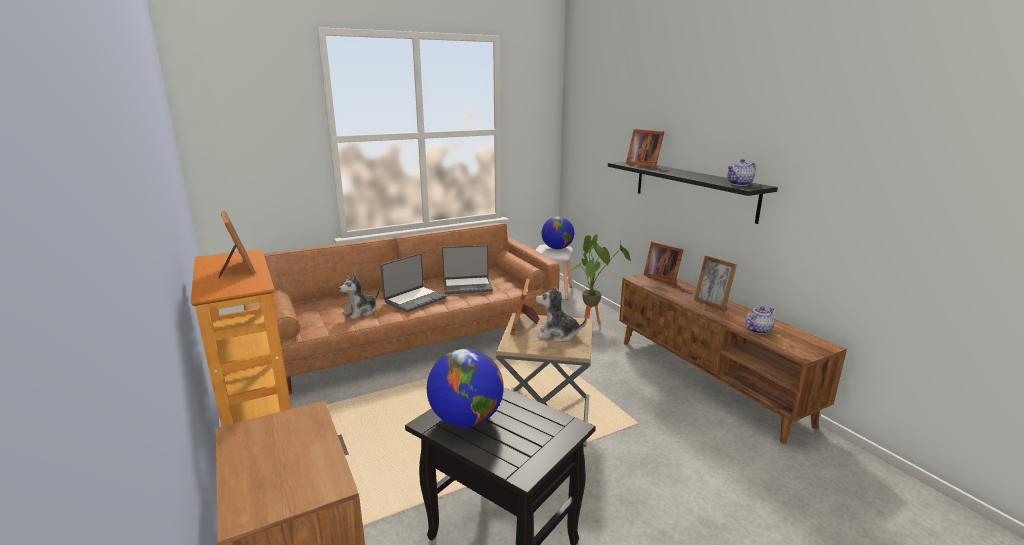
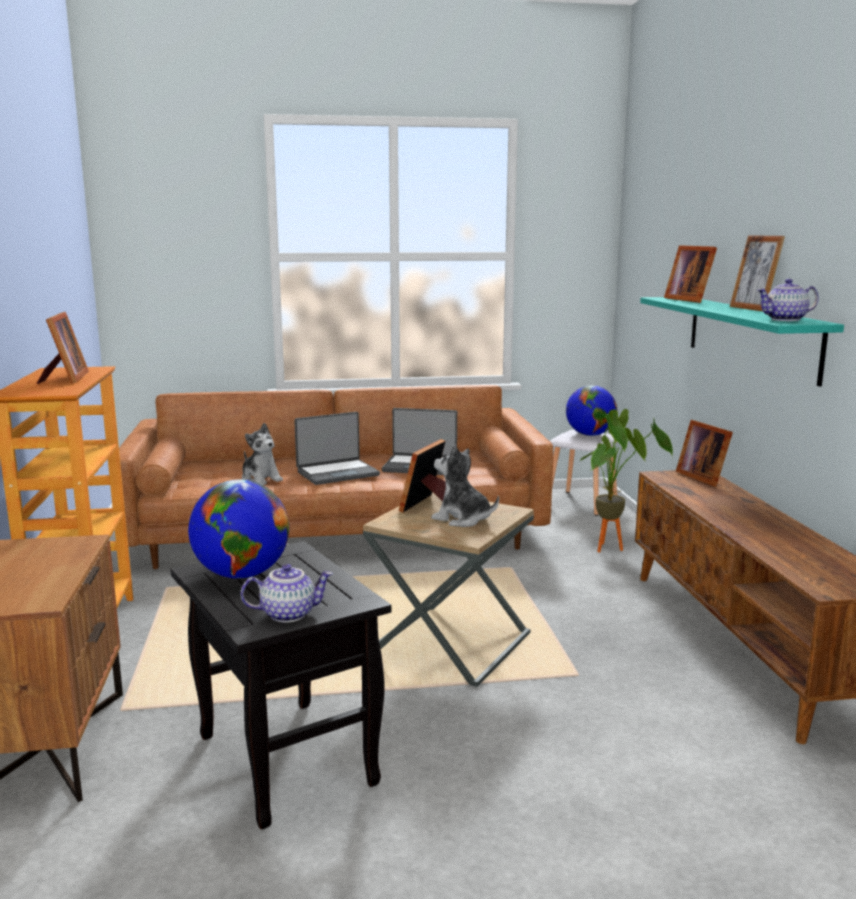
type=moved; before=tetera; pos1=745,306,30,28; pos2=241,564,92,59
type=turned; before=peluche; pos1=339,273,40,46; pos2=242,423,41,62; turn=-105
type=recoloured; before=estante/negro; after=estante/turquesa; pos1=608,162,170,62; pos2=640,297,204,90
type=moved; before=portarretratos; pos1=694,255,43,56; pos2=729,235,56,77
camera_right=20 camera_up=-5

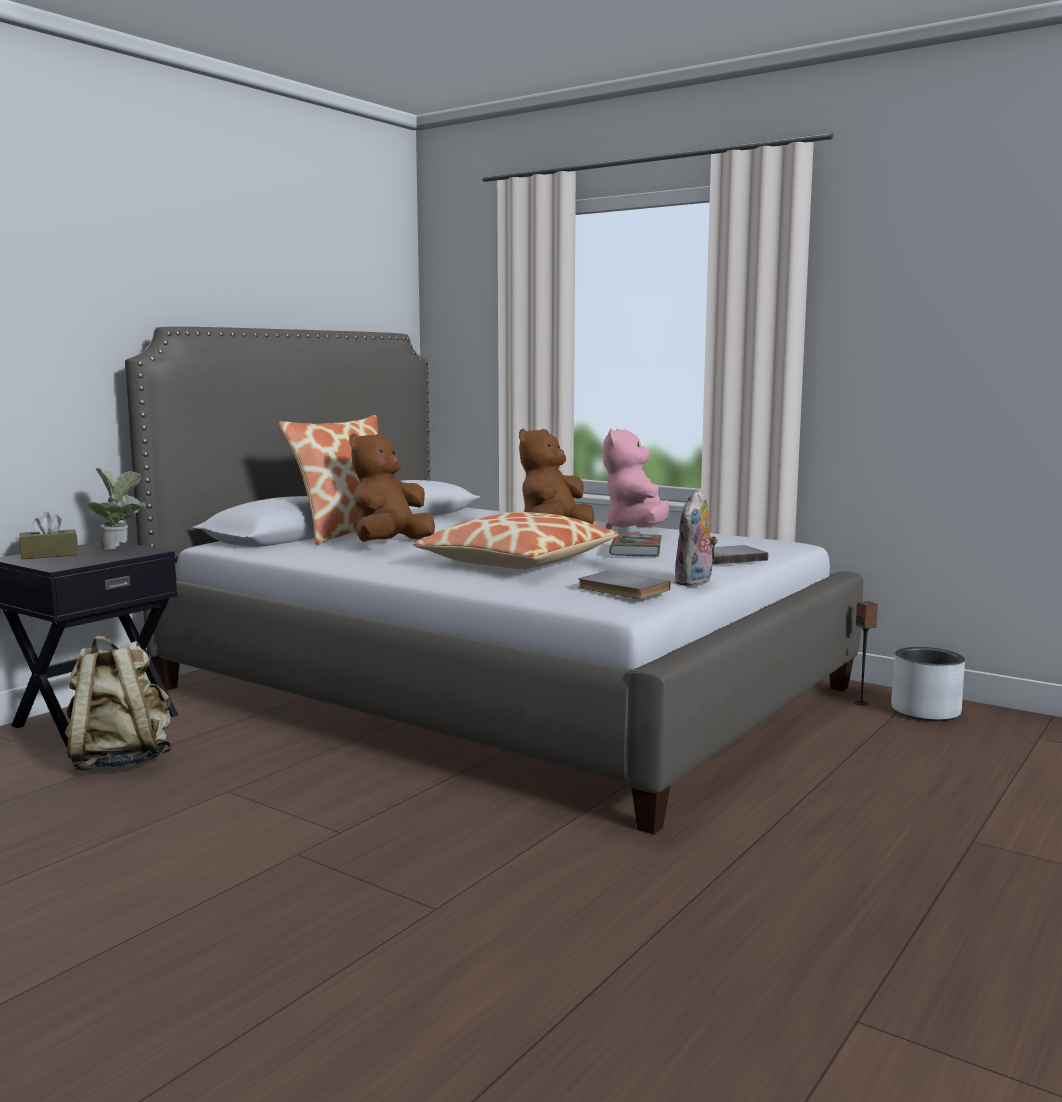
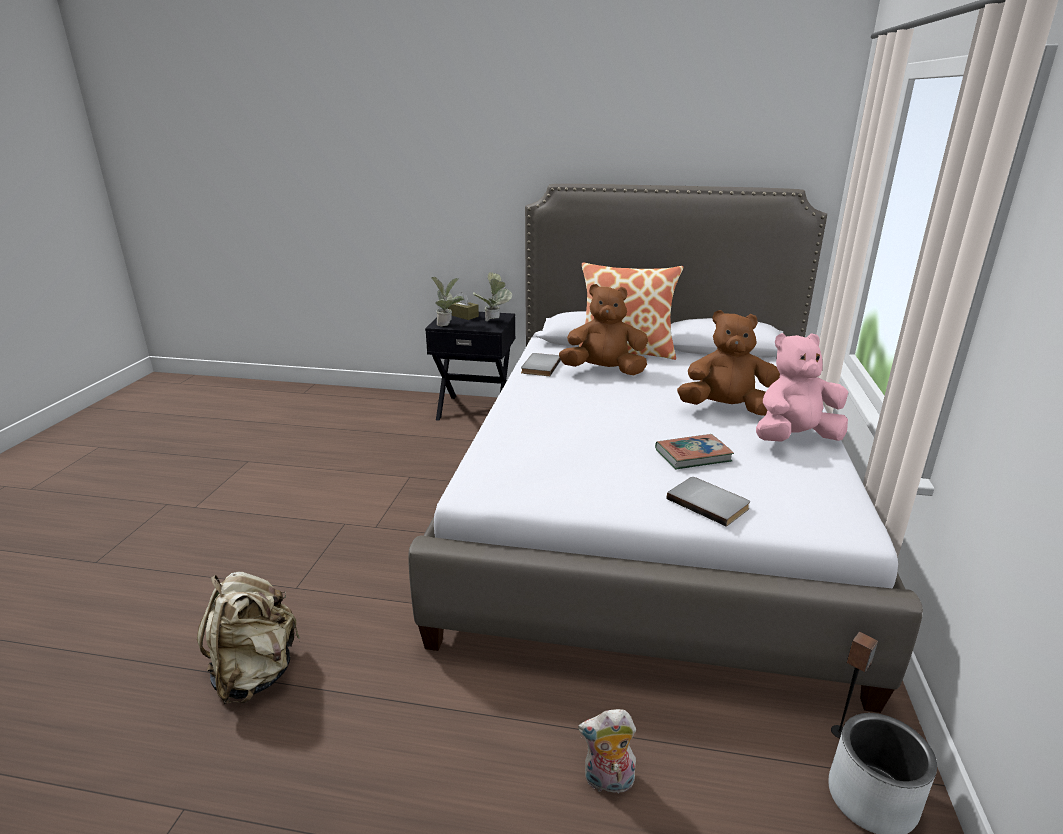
type=moved; before=mochila/beis; pos1=65,636,106,135; pos2=197,572,103,132
type=added; after=planta en maceta; pos2=432,277,32,49
type=moved; before=libro/gris; pos1=578,571,93,28; pos2=521,353,40,23
type=moved; before=peluche; pos1=674,489,44,97; pos2=578,709,58,85
type=removed; before=cojín; pos1=413,512,206,57
camera_right=65 camera_up=15

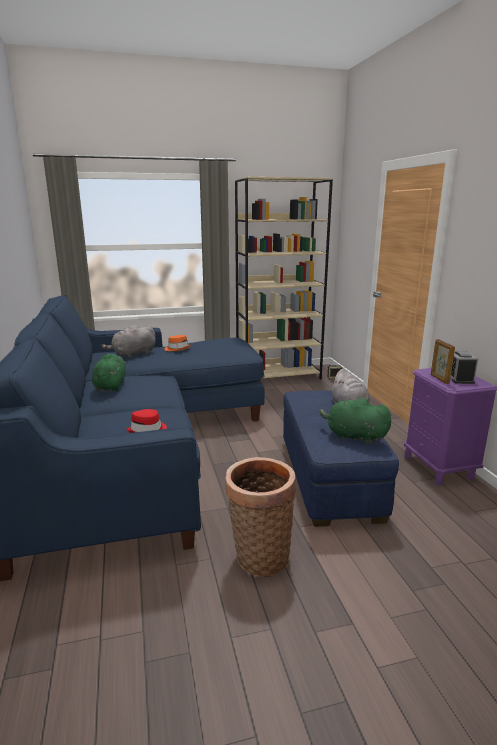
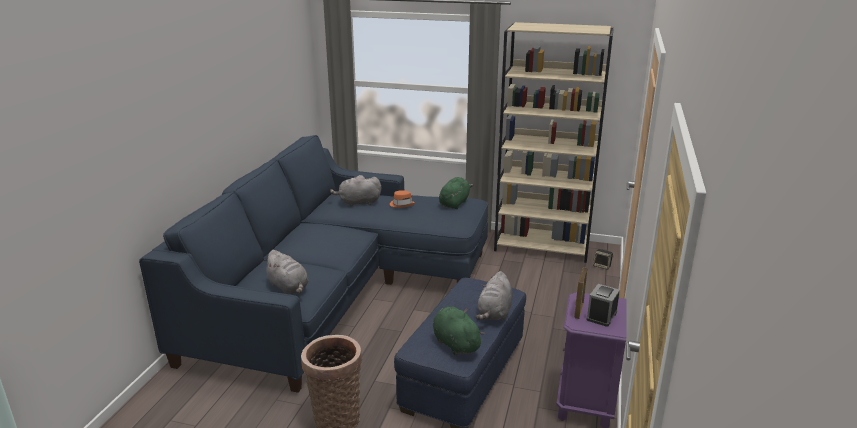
type=replaced; before=sombrero/rojo; after=peluche/gris; pos1=126,409,41,24; pos2=263,250,46,44
type=moved; before=peluche/verde; pos1=92,353,34,38; pos2=439,177,34,32
camera_right=30 camera_up=5

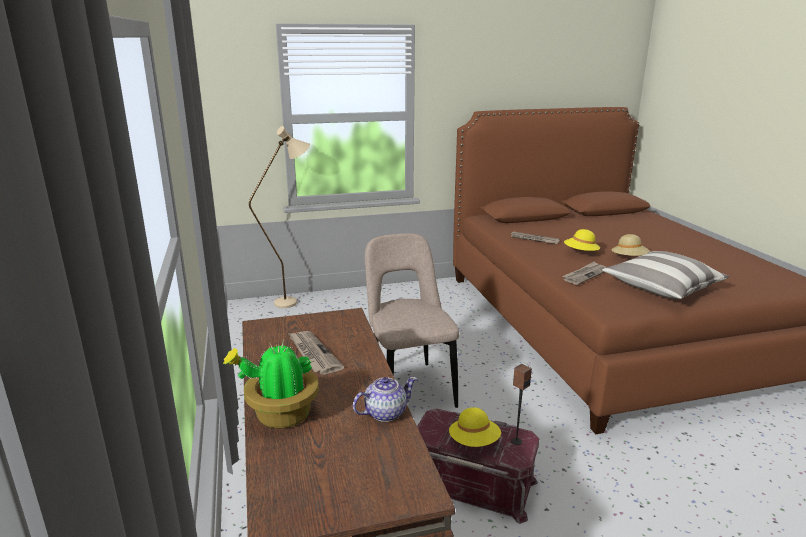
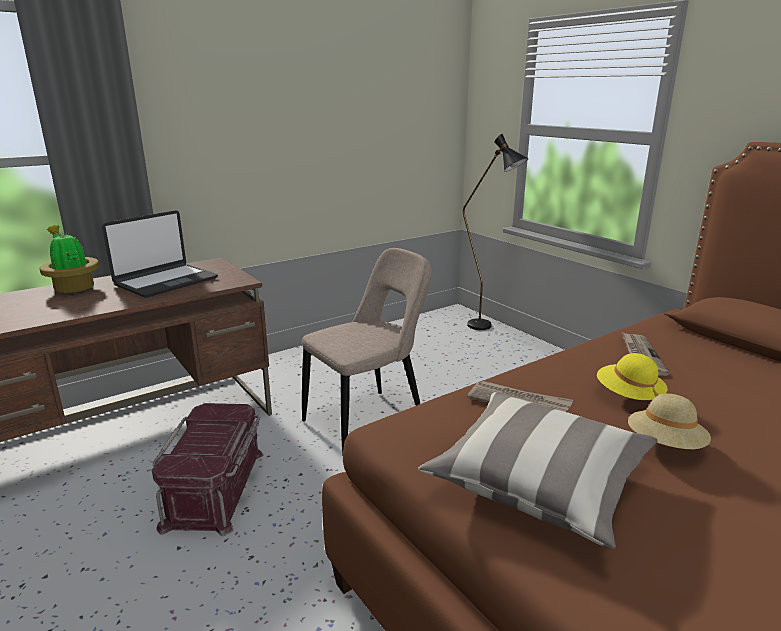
type=replaced; before=periódico; after=portátil; pos1=288,331,56,44; pos2=102,210,116,88
type=recoloured; before=lámpara de pie/beis; after=lámpara de pie/negro; pos1=249,126,61,182; pos2=463,134,66,196
type=removed; before=tetera; pos1=353,377,64,45
type=removed; before=sombrero/amarillo; pos1=449,407,52,40
type=removed; before=altavoz; pos1=511,364,21,81
camera_right=70 camera_up=0

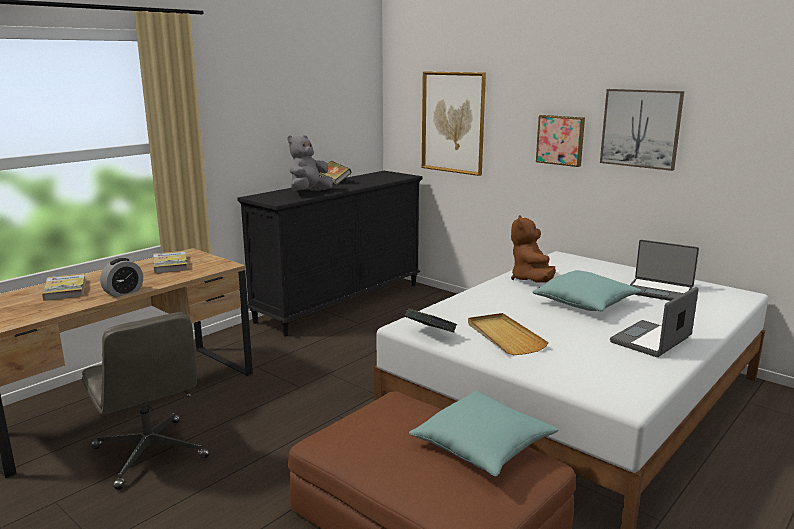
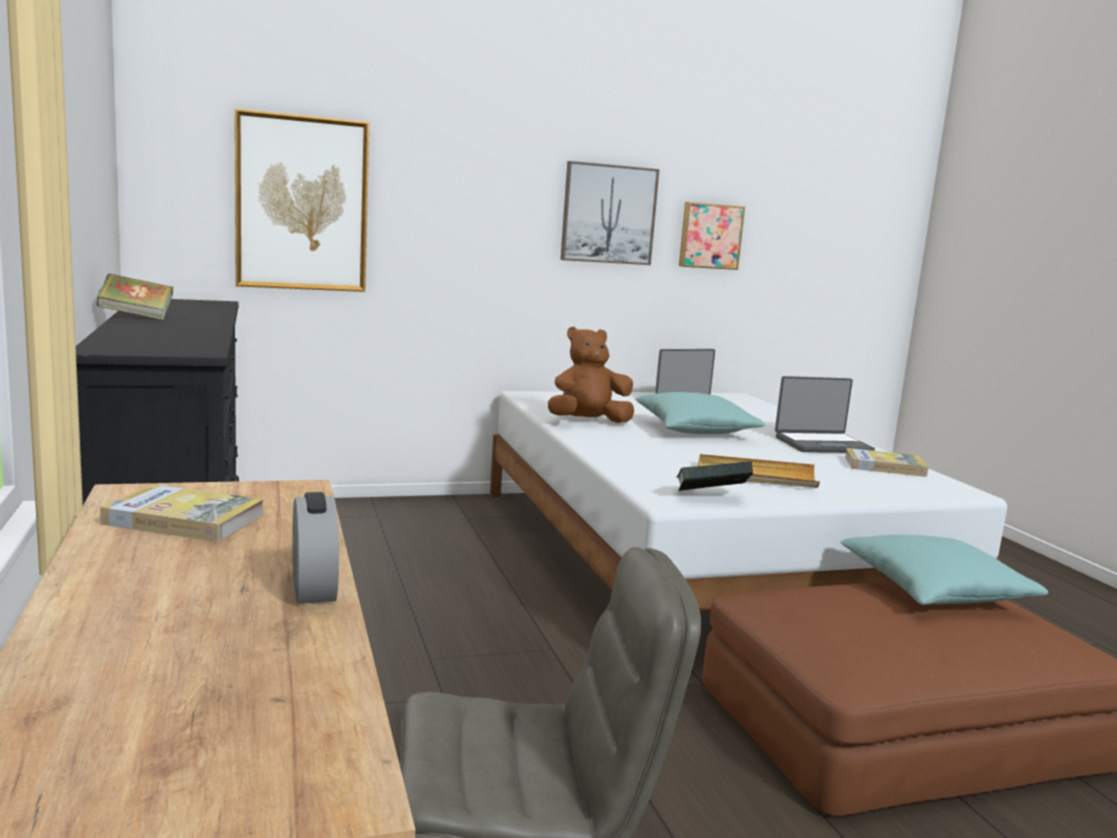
type=turned; before=peluche/marrón; pos1=511,215,45,68; pos2=548,327,86,96; turn=120
type=moved; before=cuadro; pos1=536,115,49,52; pos2=679,202,66,68
type=turned; before=portátil; pos1=610,287,89,70; pos2=775,376,100,77; turn=-90
type=moved; before=libro; pos1=42,273,44,28; pos2=845,448,84,29
type=removed; before=peluche/gris; pos1=288,135,45,56
camera_right=-60 camera_up=-5

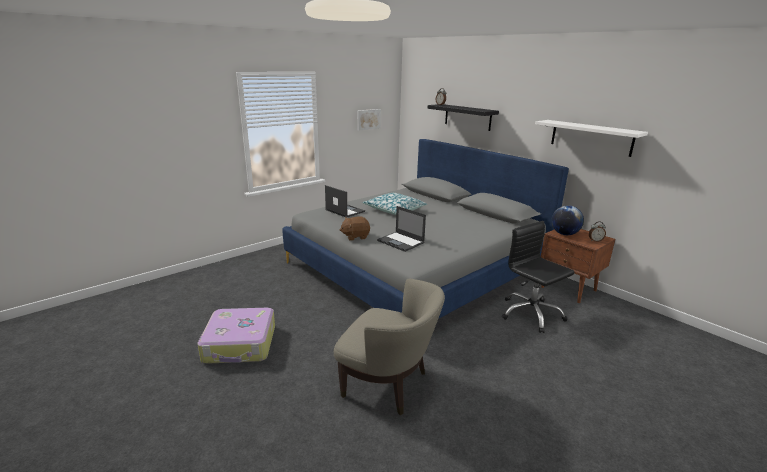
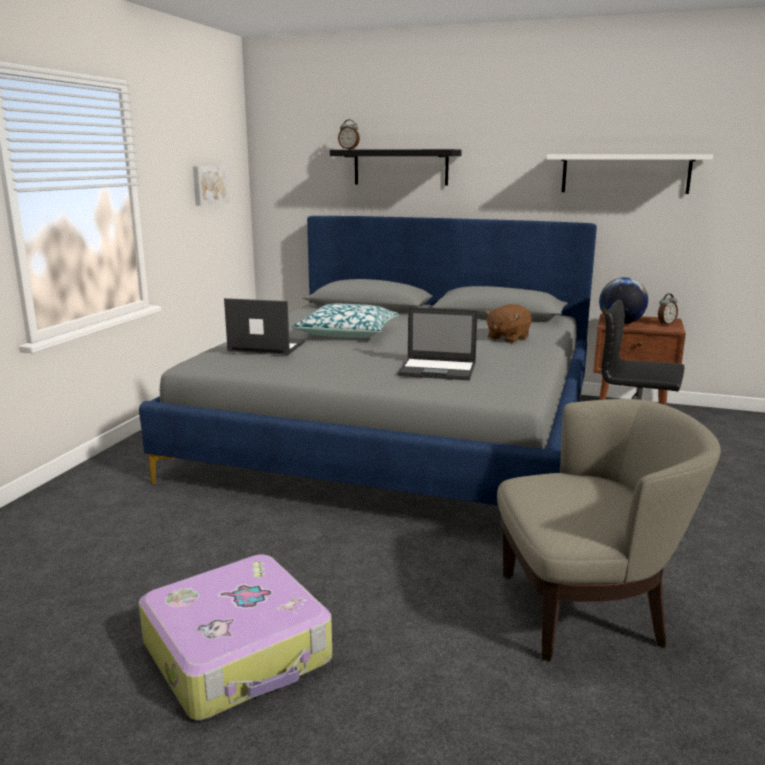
type=moved; before=peluche/marrón; pos1=340,217,30,24; pos2=486,304,46,39
camera_right=-30 camera_up=-5

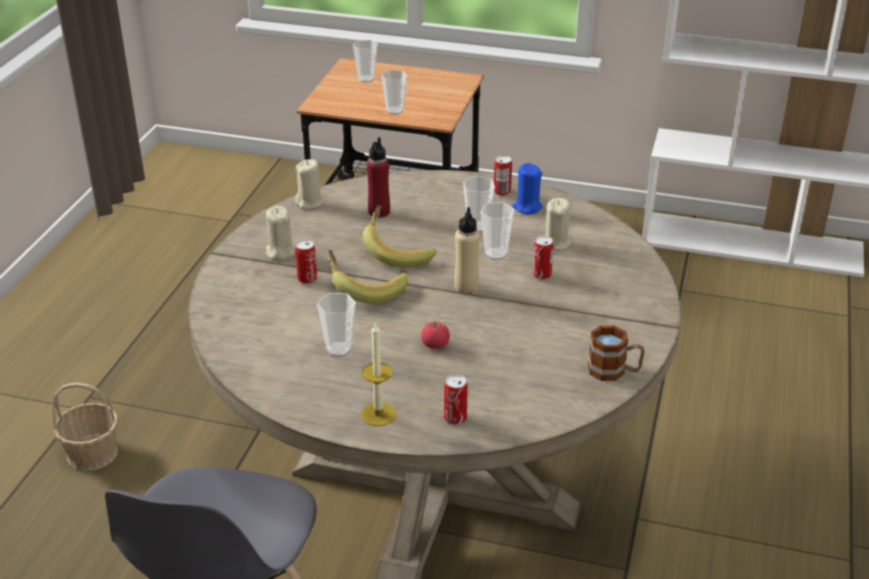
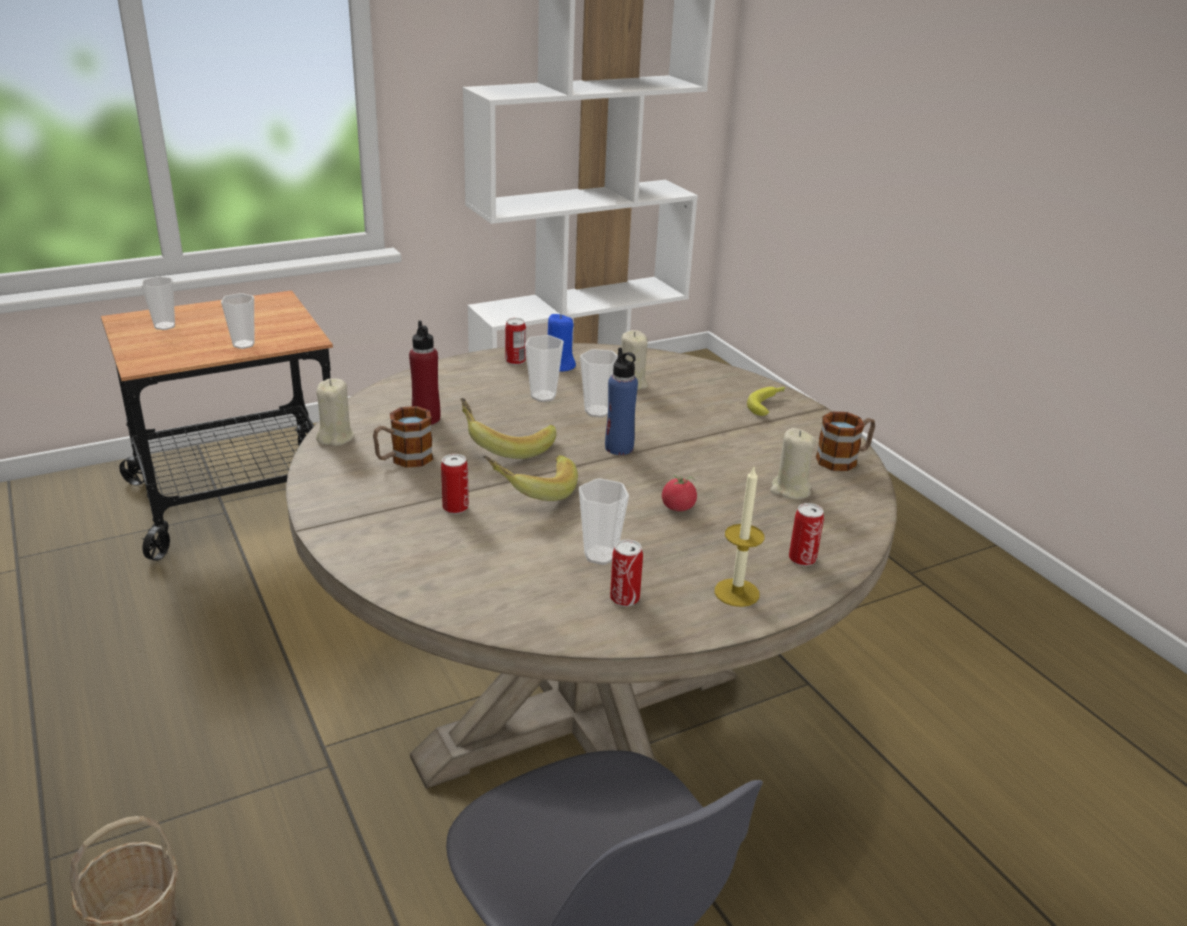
type=added; after=taza grande; pos2=373,406,60,62
type=recoloured; before=botella/beis; after=botella/azul; pos1=454,207,26,87; pos2=605,347,33,108
type=moved; before=lata; pos1=533,236,21,44; pos2=610,539,33,68
type=added; after=plátano; pos2=747,387,38,29
type=moved; before=vela/beis; pos1=266,206,29,54; pos2=770,428,46,71
camera_right=-45 camera_up=-5

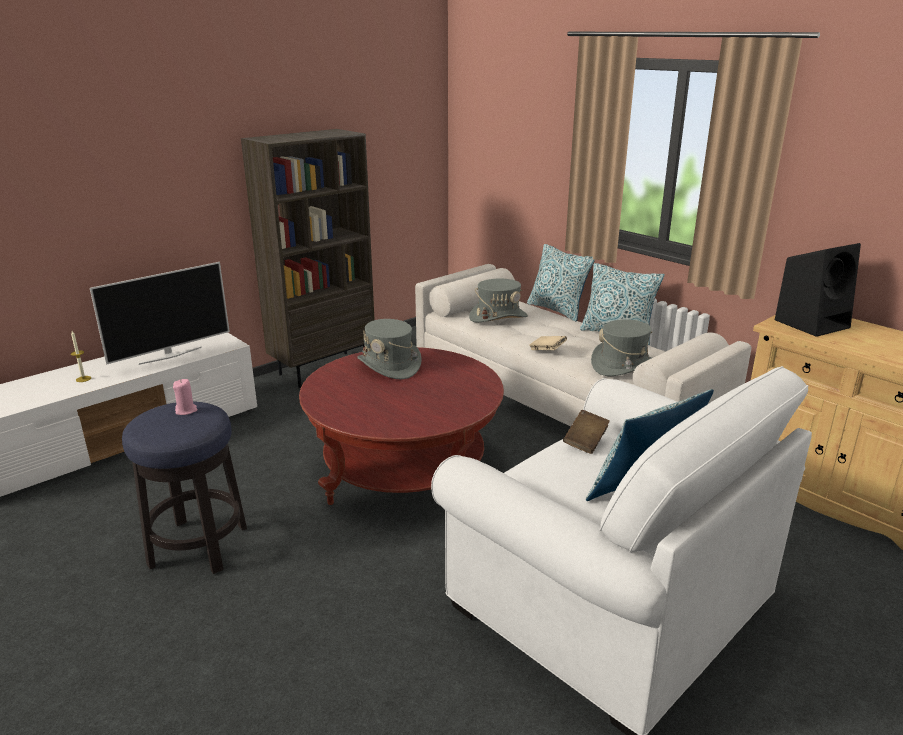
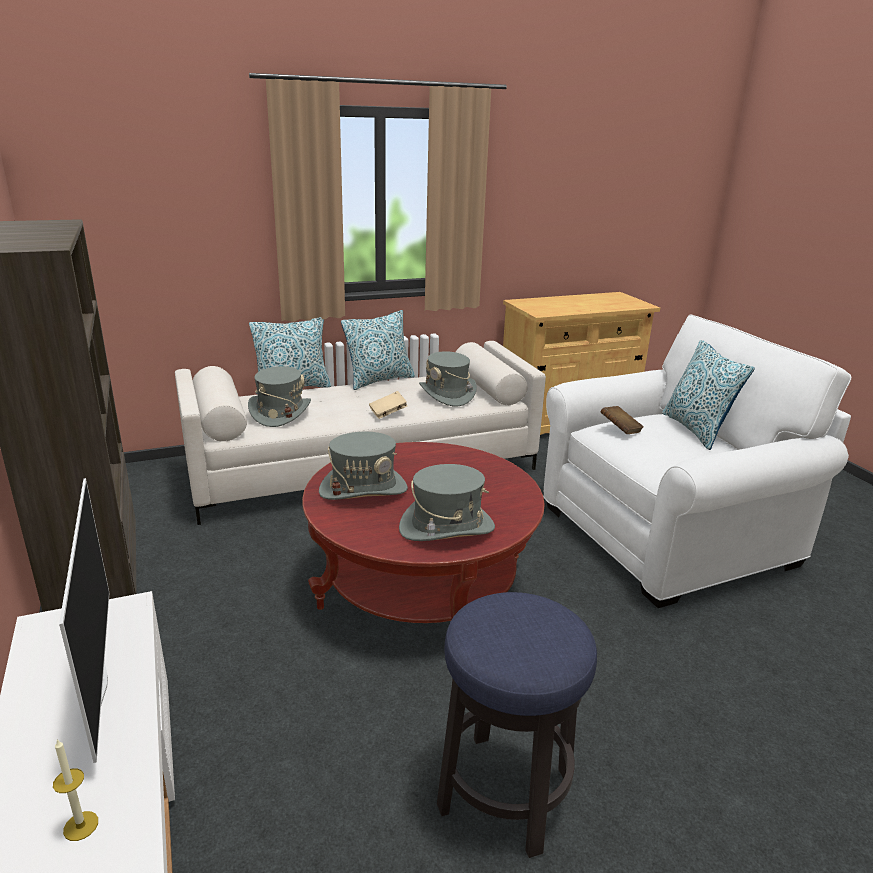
type=added; after=sombrero/gris; pos2=399,464,96,77
type=removed; before=vela/rosa; pos1=173,379,25,36
type=removed; before=altavoz/negro; pos1=775,243,86,94
camera_right=-70 camera_up=0

